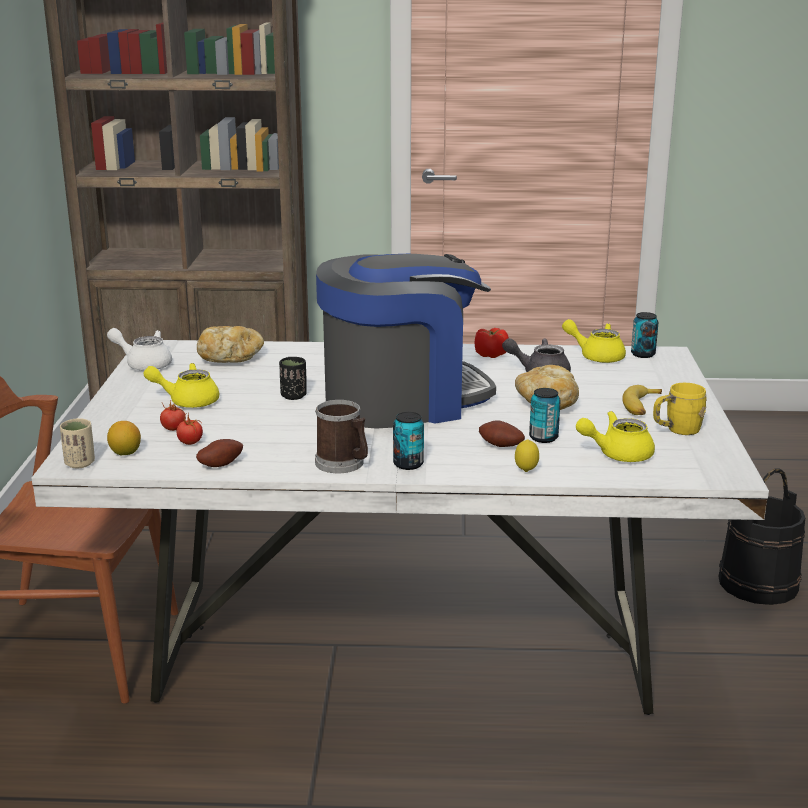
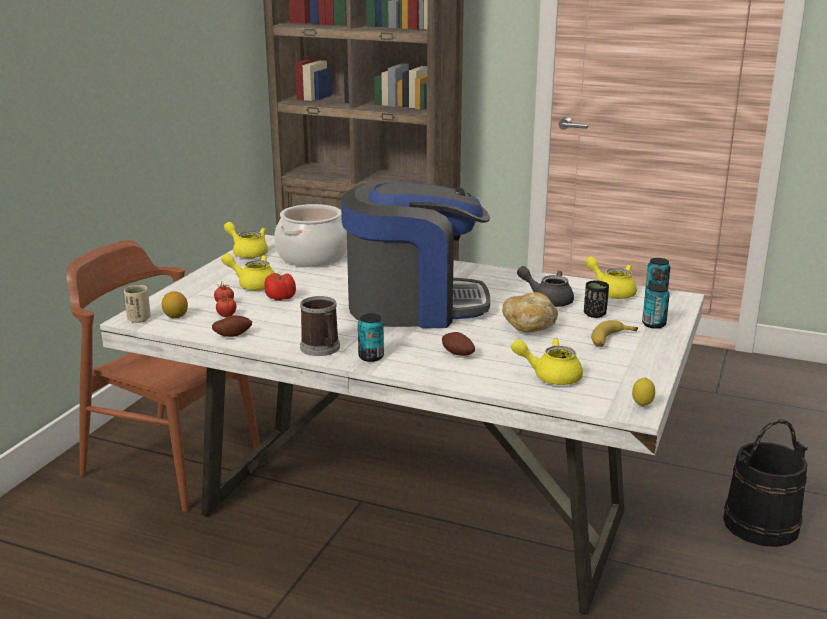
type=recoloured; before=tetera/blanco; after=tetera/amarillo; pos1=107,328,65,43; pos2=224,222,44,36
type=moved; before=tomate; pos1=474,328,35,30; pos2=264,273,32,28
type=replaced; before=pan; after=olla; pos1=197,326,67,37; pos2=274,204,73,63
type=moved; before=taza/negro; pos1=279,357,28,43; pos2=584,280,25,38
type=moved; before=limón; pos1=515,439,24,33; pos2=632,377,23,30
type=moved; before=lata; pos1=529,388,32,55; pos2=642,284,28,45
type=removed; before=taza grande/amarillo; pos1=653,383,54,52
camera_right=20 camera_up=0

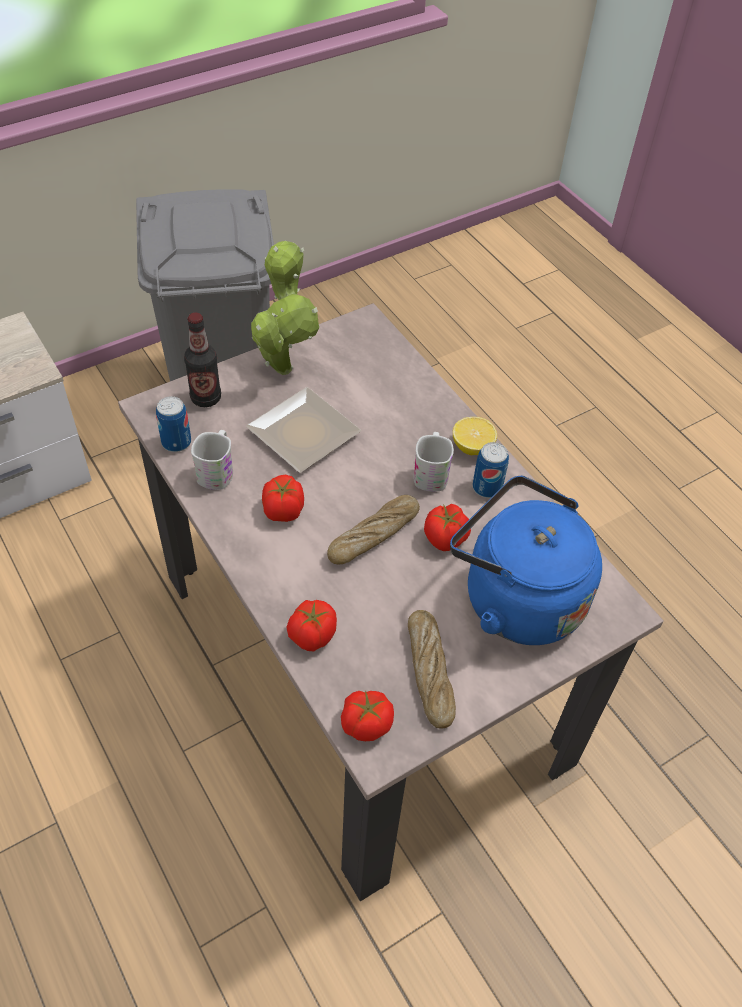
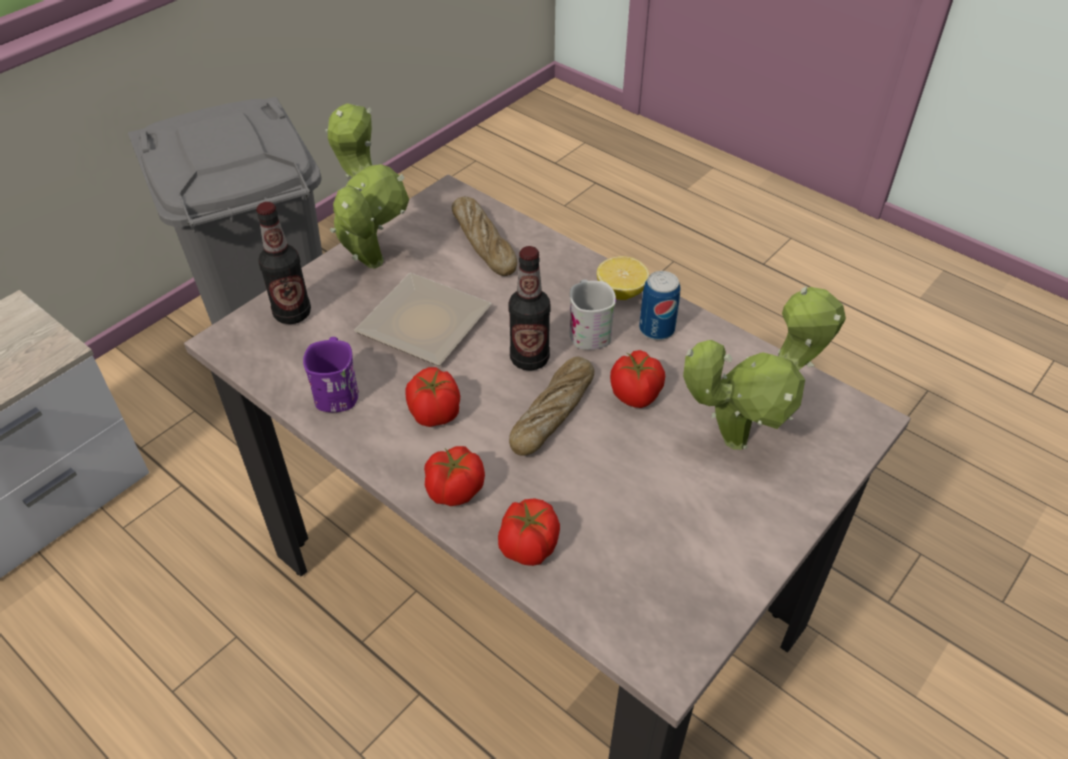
type=recoloured; before=taza grande/blanco; after=taza grande/morado; pos1=191,430,42,60; pos2=303,337,56,75
type=moved; before=tomate; pos1=341,690,53,51; pos2=424,446,61,60
type=moved; before=pan; pos1=408,610,48,119; pos2=452,196,65,80
type=added; after=botella; pos2=509,246,42,125
type=replaced; before=hervidor/azul; after=planta en maceta; pos1=450,476,152,169; pos2=683,286,163,164
type=removed; before=lata; pos1=156,396,35,56
camera_right=-15 camera_up=-5

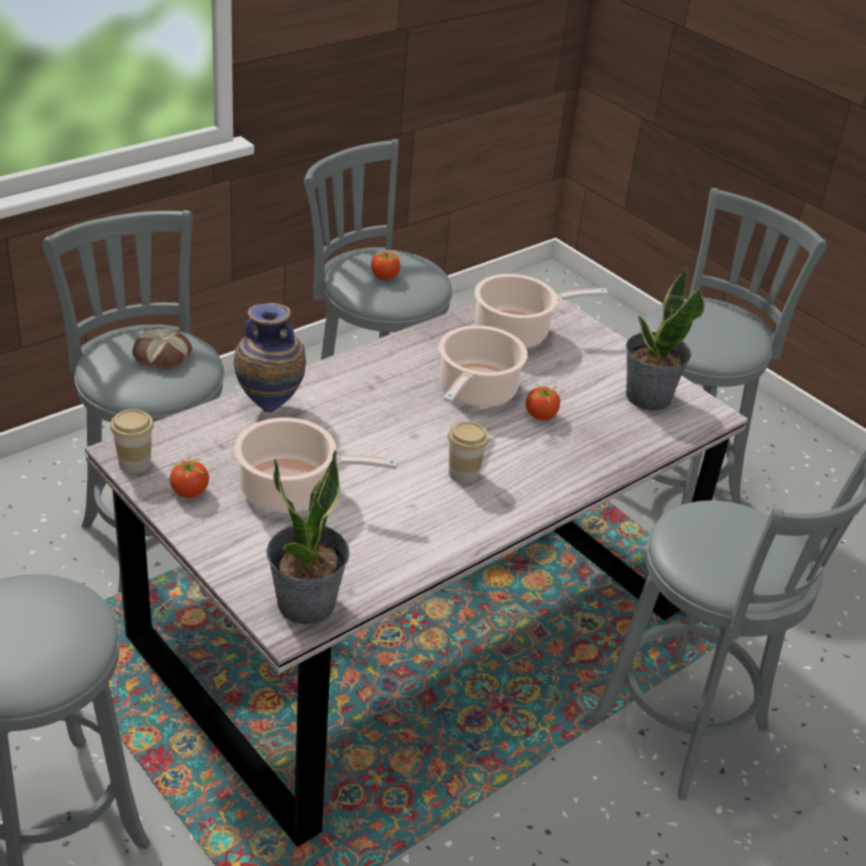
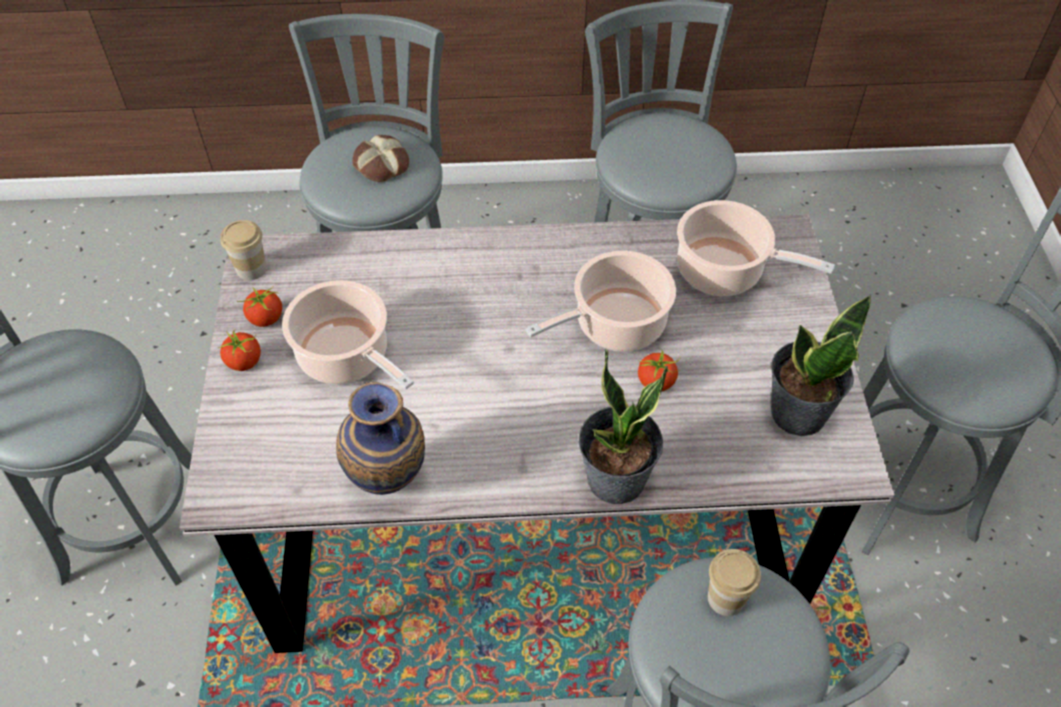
type=moved; before=tomate; pos1=371,252,32,28; pos2=218,329,43,42
type=moved; before=florero; pos1=234,303,72,109; pos2=336,382,89,113
type=moved; before=planta en maceta; pos1=266,450,84,174; pos2=579,349,89,155
type=moved; before=taza; pos1=448,421,41,63; pos2=708,549,53,67
camera_right=40 camera_up=15

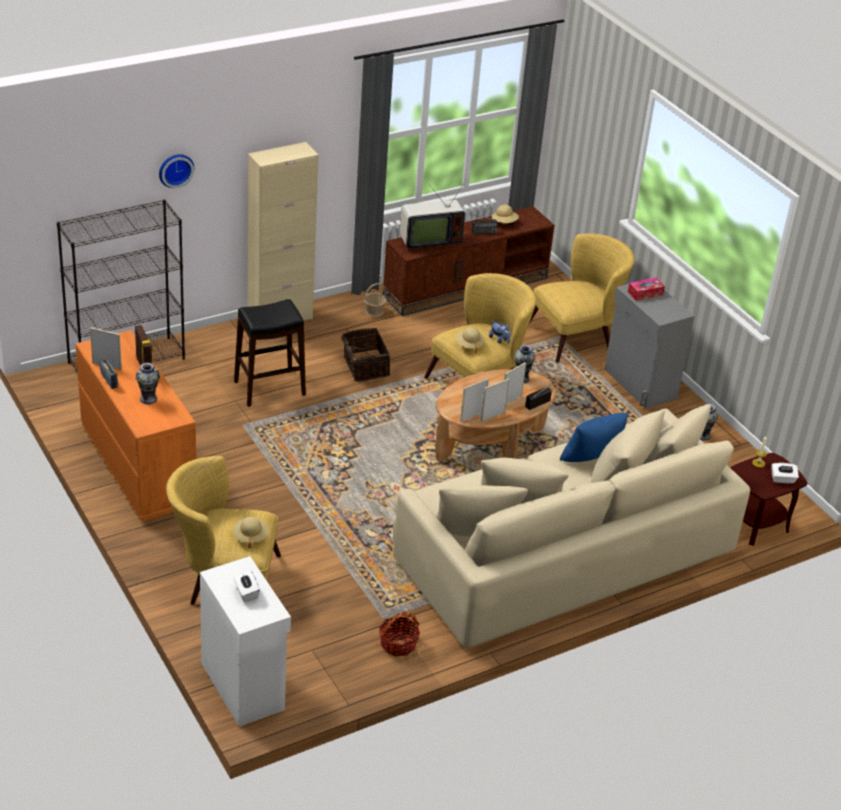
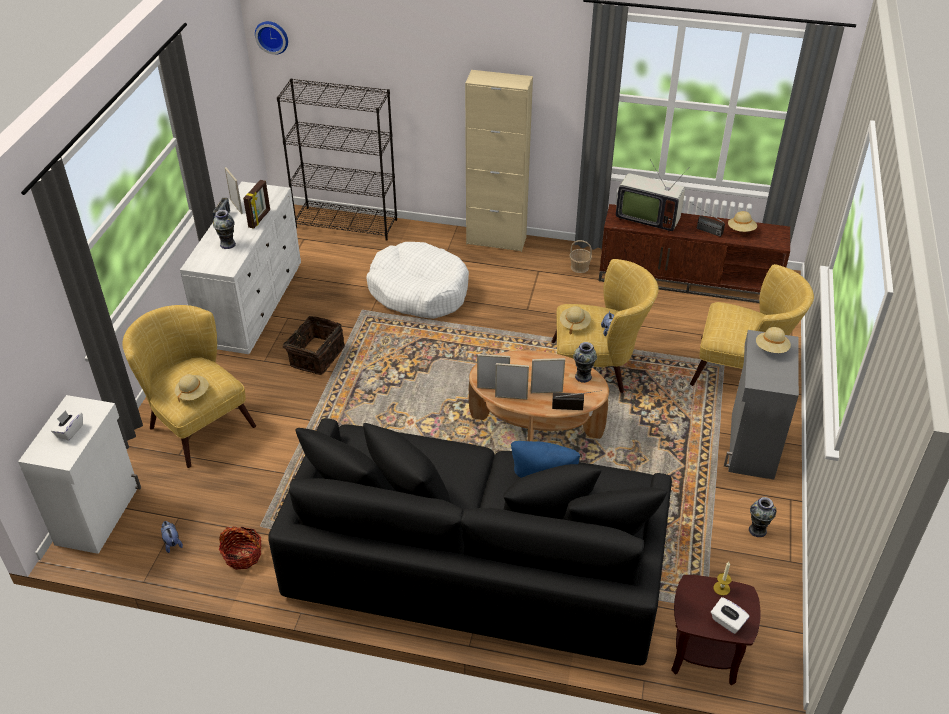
type=added; after=peluche; pos2=161,521,22,32
type=recoloured; before=cómoda/naranja; after=cómoda/blanco; pos1=75,330,121,192; pos2=180,182,121,172
type=moved; before=reloj de pared; pos1=159,154,35,34; pos2=255,21,33,34
type=recoloured; before=sofá/beis; after=sofá/negro; pos1=393,404,357,244; pos2=268,418,404,247
type=moved; before=cesta; pos1=341,328,49,54; pos2=283,316,62,59
type=replaced; before=taburete/negro; after=cama para perro/blanco; pos1=234,299,72,108; pos2=367,242,102,77
type=replaced; before=caja de pañuelos; after=sombrero/beis; pos1=628,278,37,23; pos2=756,327,35,26
camera_right=45 camera_up=5

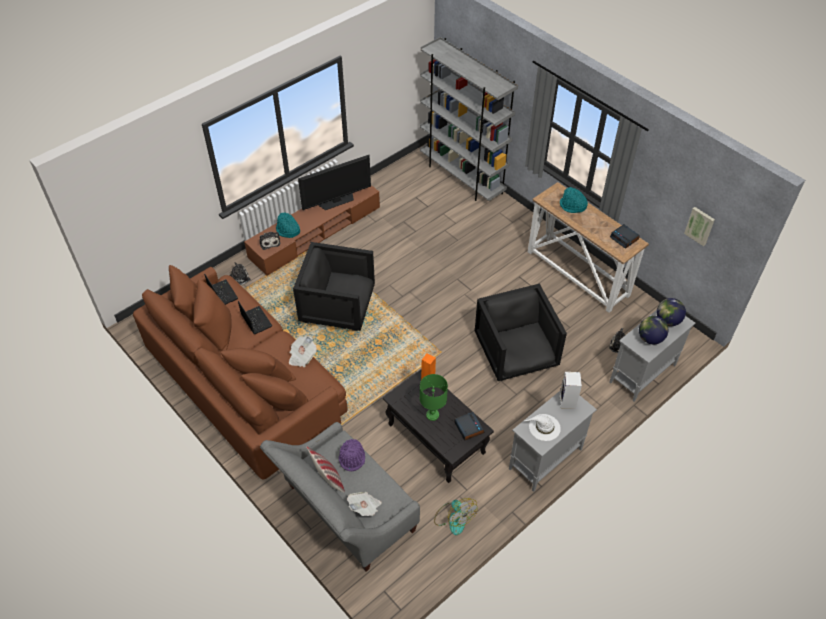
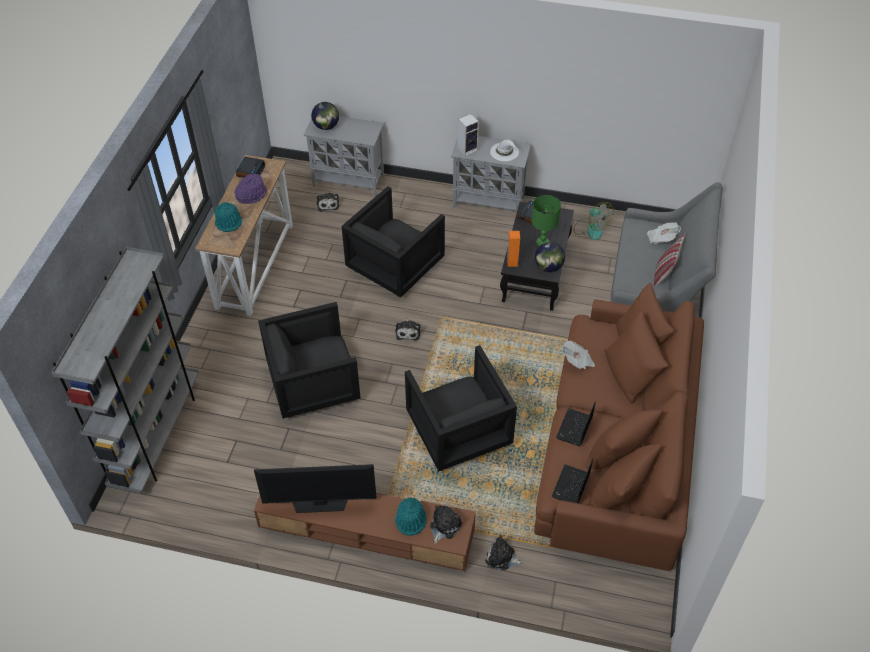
type=moved; before=sombrero/morado; pos1=338,439,27,32; pos2=235,173,32,31
type=turned; before=televisor; pos1=298,155,73,55; pos2=254,464,123,49; turn=150
type=added; after=sillón/negro; pos2=258,302,102,117
type=added; after=peluche; pos2=395,318,25,23
type=moved; before=globo terráqueo; pos1=639,316,29,28; pos2=535,242,30,30
type=turned; before=ventilador; pos1=434,498,44,37; pos2=574,202,40,38; turn=120
type=removed; before=cuadro; pos1=684,207,31,39
camera_right=-125 camera_up=0

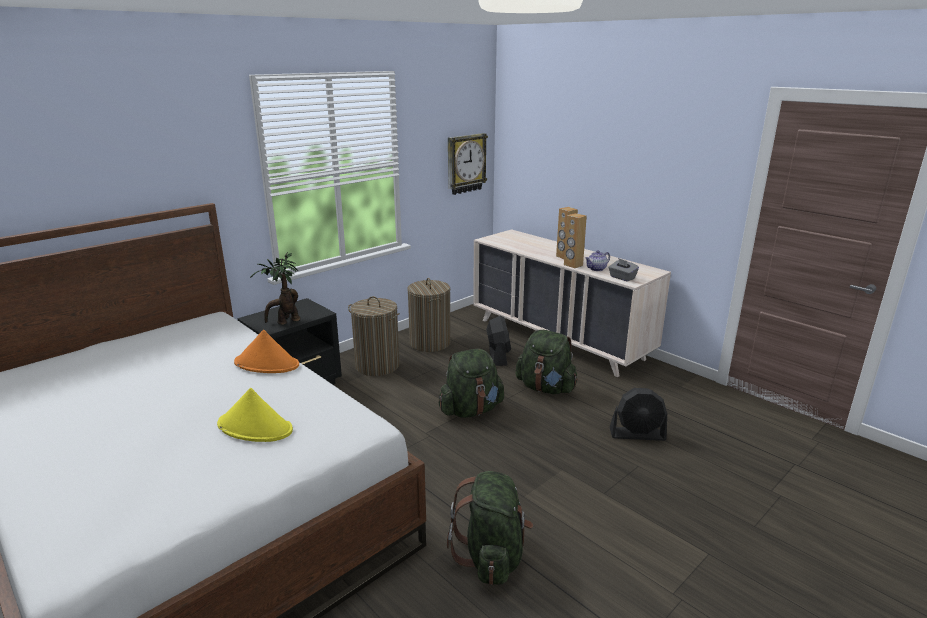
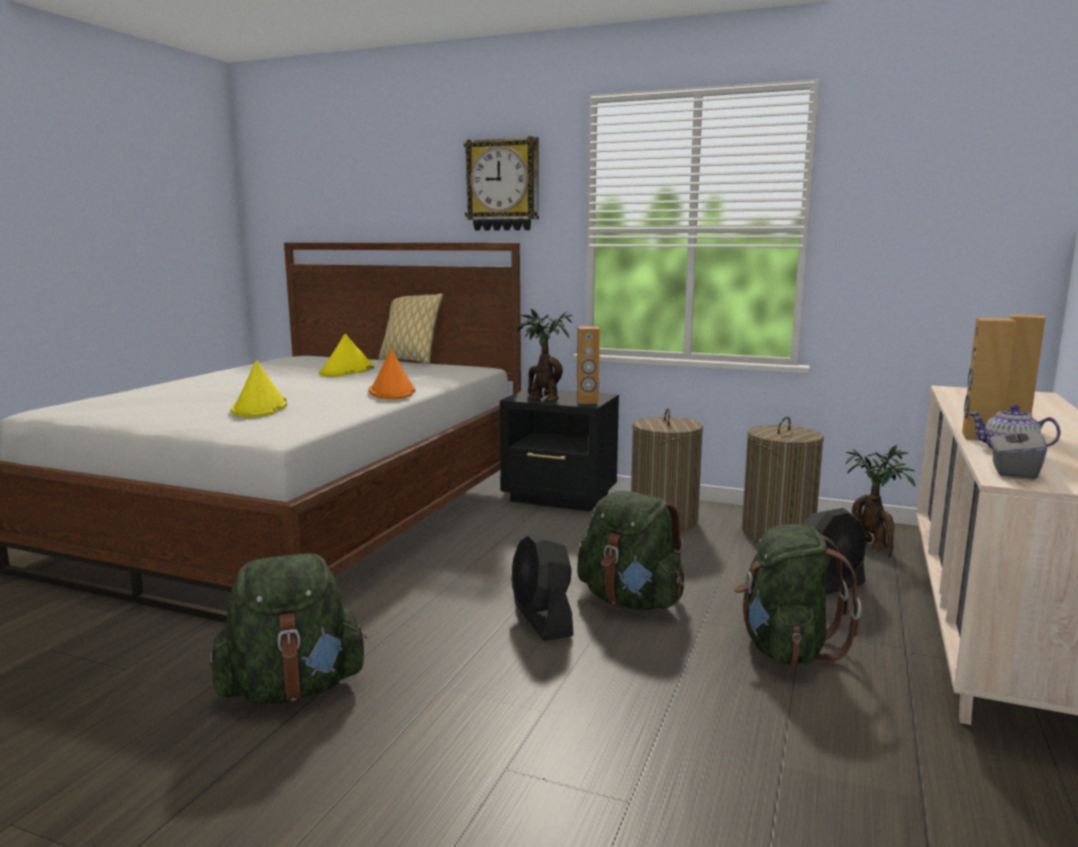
type=added; after=sombrero/amarillo; pos2=319,334,56,42
type=added; after=cojín; pos2=379,293,64,71
type=moved; before=reloj de pared; pos1=448,133,40,62; pos2=464,136,75,95
type=moved; before=ventilador/negro; pos1=610,388,57,53; pos2=512,531,62,110
type=added; after=altavoz/marrón; pos2=577,327,23,77
type=added; after=planta en maceta; pos2=845,445,70,112
camera_right=65 camera_up=-10

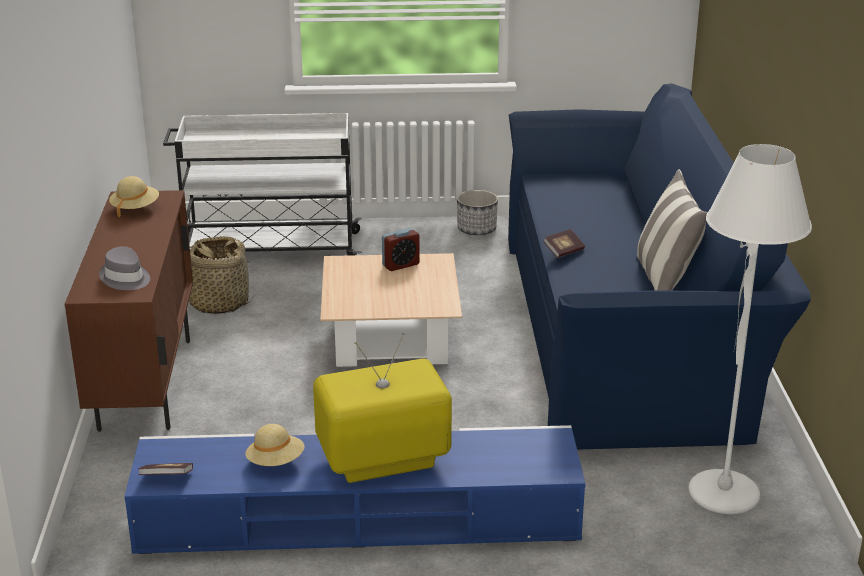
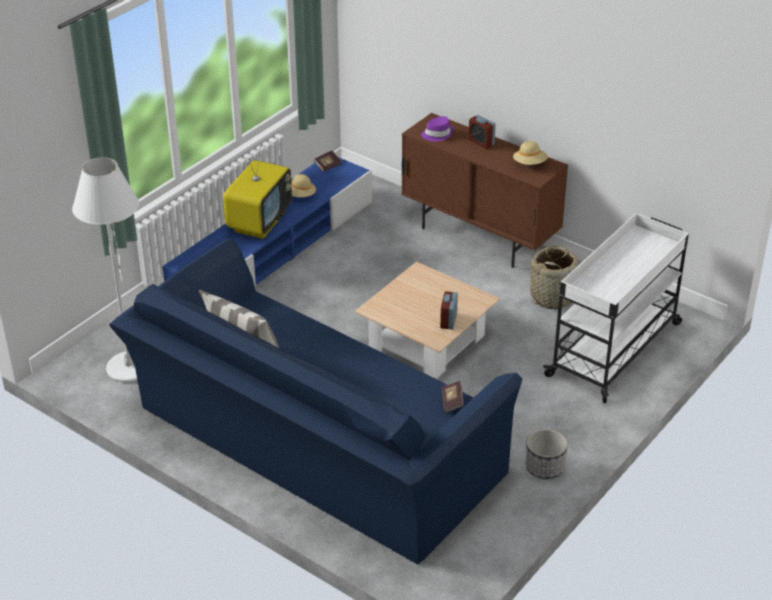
type=recoloured; before=sombrero/gris; after=sombrero/morado; pos1=99,246,51,44; pos2=421,116,33,26
type=moved; before=libro; pos1=543,229,42,29; pos2=442,381,22,32
type=added; after=despertador; pos2=468,115,28,34
camera_right=130 camera_up=10

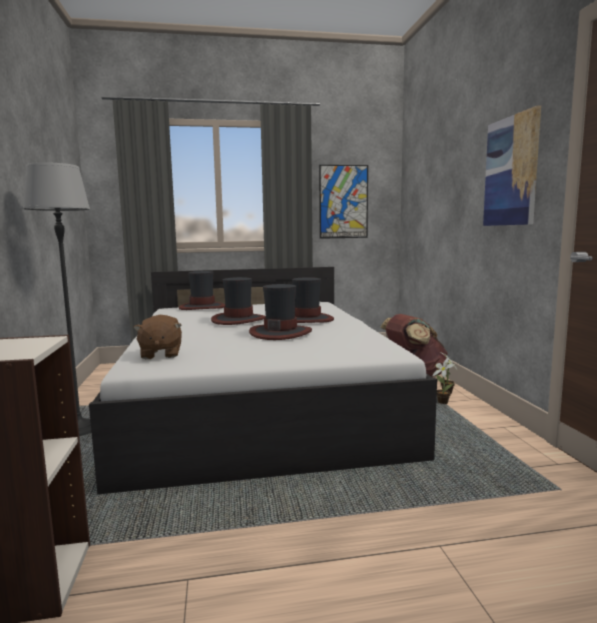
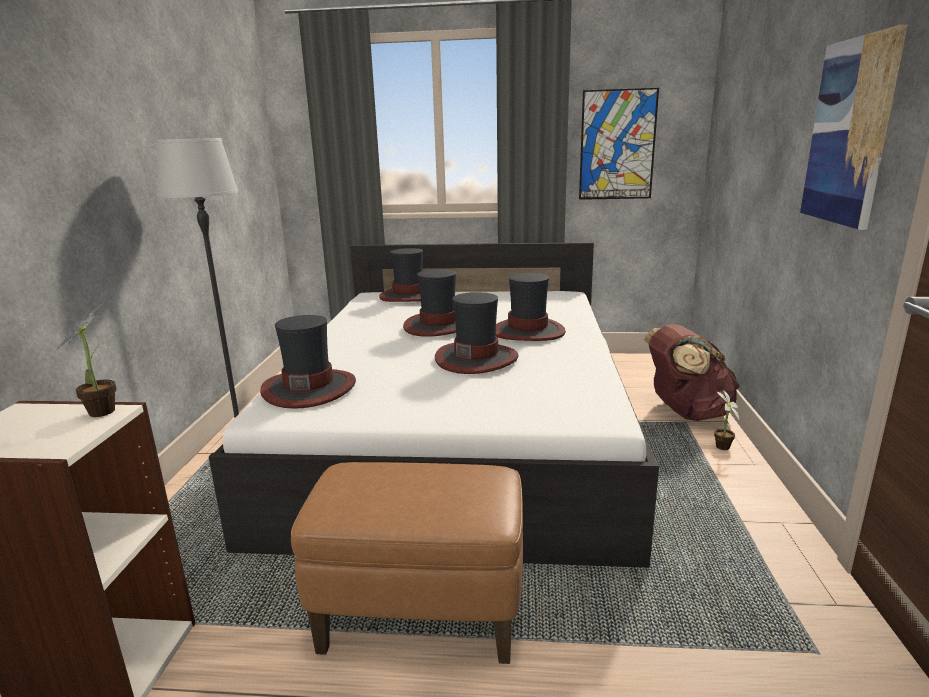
type=moved; before=planta en maceta; pos1=432,358,23,46; pos2=54,303,63,114
type=replaced; before=peluche/marrón; after=sombrero; pos1=133,315,49,44; pos2=260,315,96,94
type=added; after=puf/marrón; pos2=291,462,232,202
camera_right=15 camera_up=10

